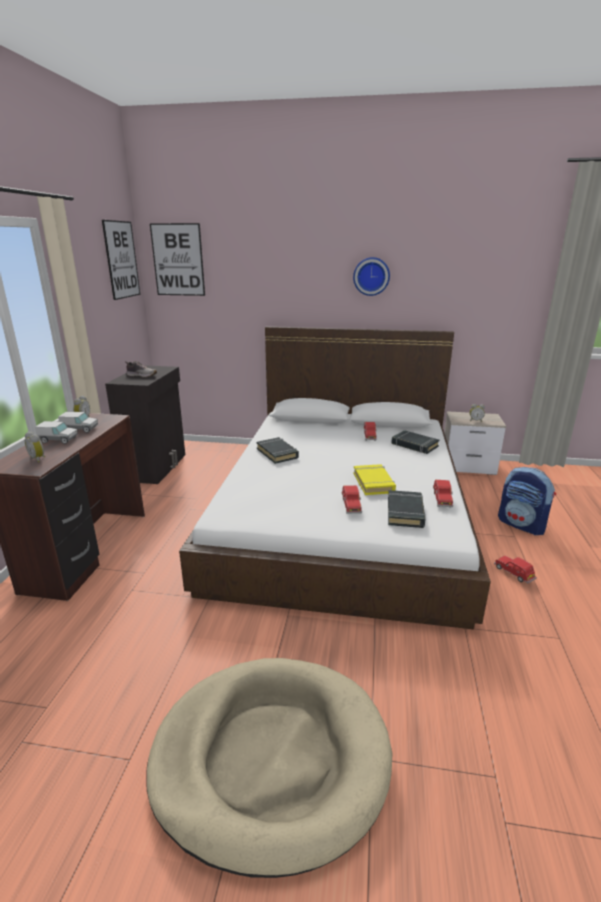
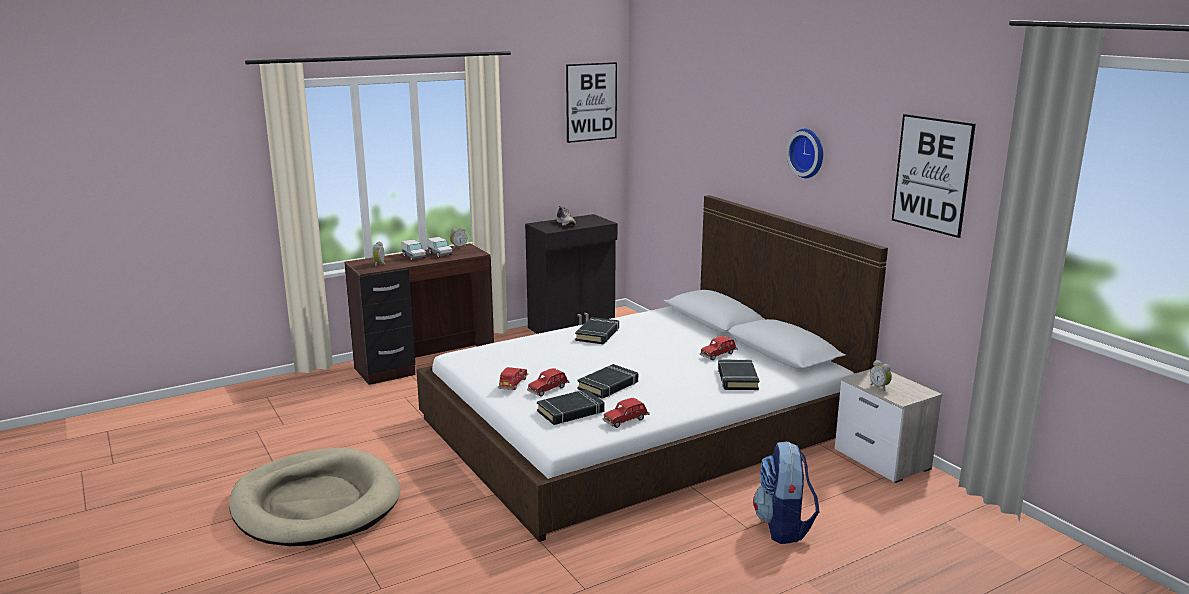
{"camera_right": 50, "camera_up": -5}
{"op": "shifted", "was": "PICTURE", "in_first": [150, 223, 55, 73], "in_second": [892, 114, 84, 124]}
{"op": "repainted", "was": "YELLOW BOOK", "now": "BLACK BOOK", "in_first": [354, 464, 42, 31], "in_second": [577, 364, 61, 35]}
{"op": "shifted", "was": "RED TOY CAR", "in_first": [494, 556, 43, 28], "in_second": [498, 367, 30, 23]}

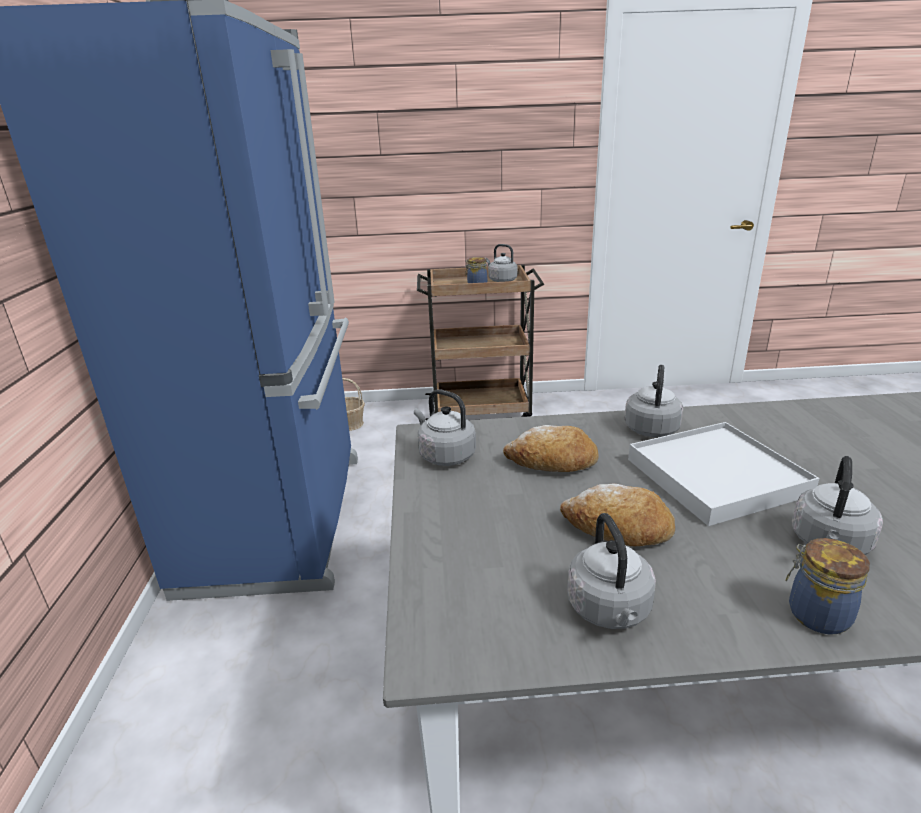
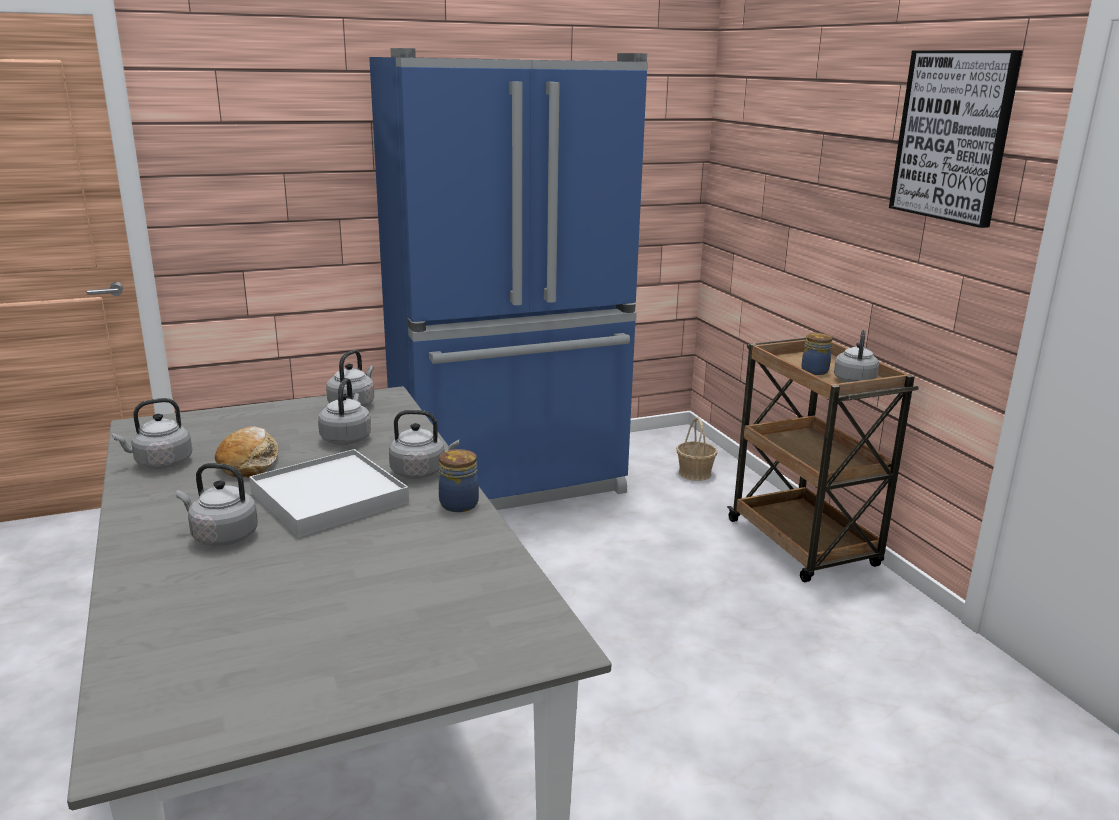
{"camera_right": 70, "camera_up": -5}
{"op": "swapped", "was": "BREAD", "now": "GREY KETTLE", "in_first": [503, 425, 96, 47], "in_second": [318, 378, 53, 67]}
{"op": "shifted", "was": "JAR", "in_first": [785, 538, 85, 97], "in_second": [439, 449, 40, 63]}
{"op": "new", "now": "PICTURE", "in_second": [889, 50, 134, 178]}

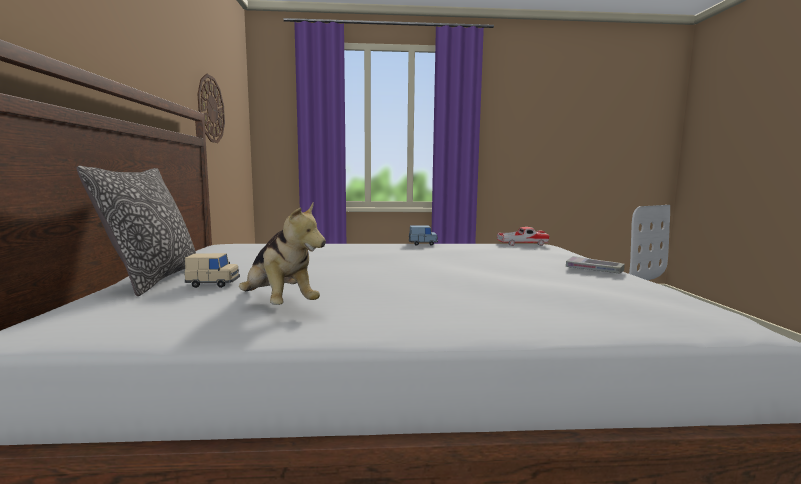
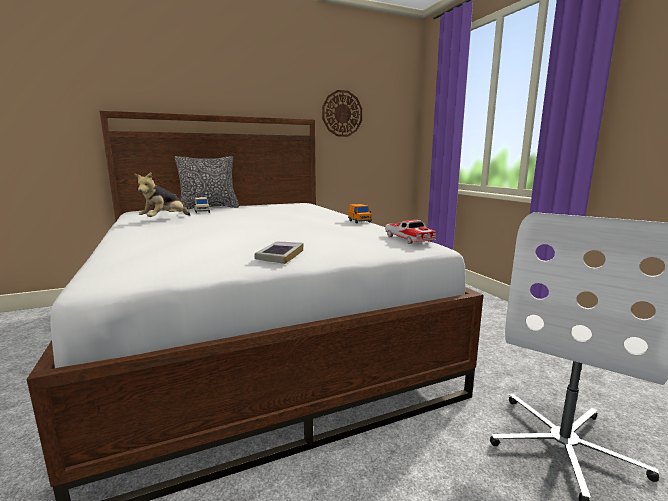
{"camera_right": 70, "camera_up": 5}
{"op": "repainted", "was": "BLUE TOY CAR", "now": "ORANGE TOY CAR", "in_first": [409, 226, 29, 20], "in_second": [348, 204, 24, 19]}

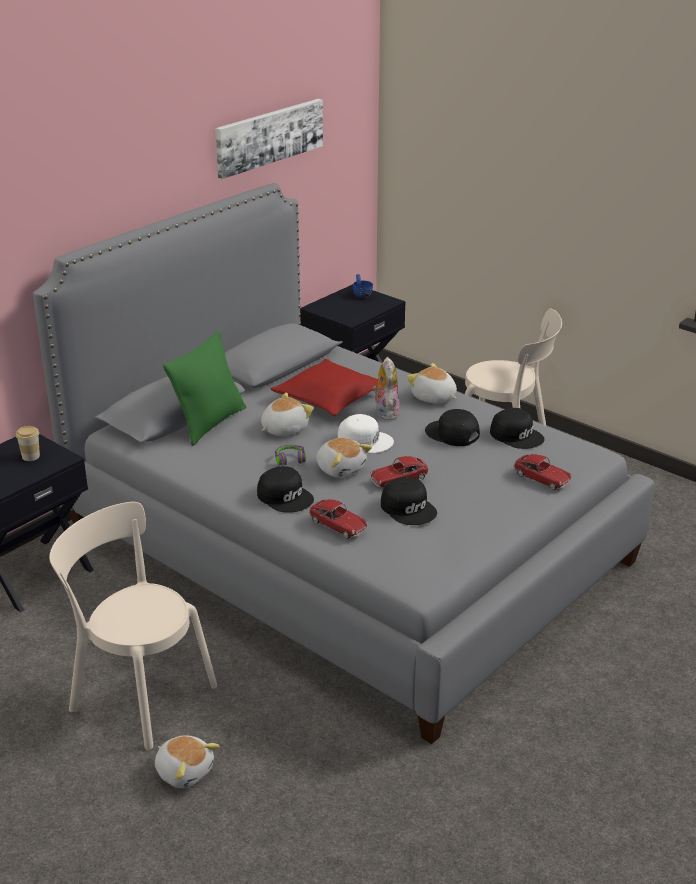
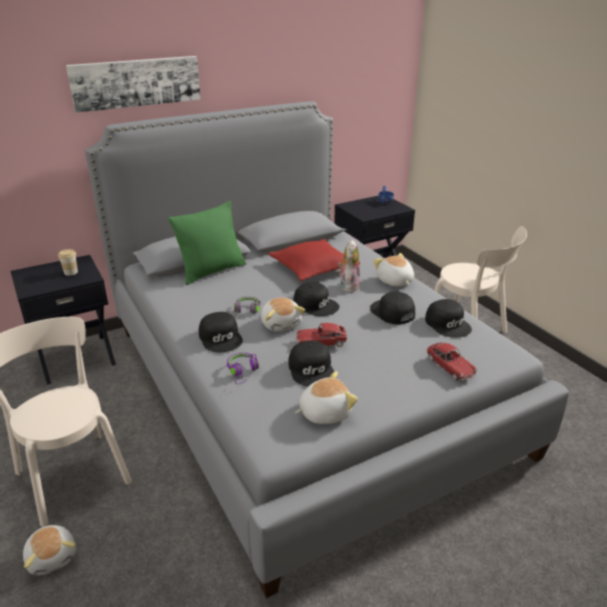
{"camera_right": 20, "camera_up": 0}
{"op": "shifted", "was": "PICTURE", "in_first": [215, 99, 108, 80], "in_second": [66, 56, 135, 57]}
{"op": "shifted", "was": "PLUSH TOY", "in_first": [261, 393, 53, 43], "in_second": [295, 371, 63, 53]}
{"op": "swapped", "was": "TOY CAR", "now": "PURPLE HEADPHONES", "in_first": [309, 499, 59, 40], "in_second": [227, 353, 32, 31]}
{"op": "repainted", "was": "WHITE CAP", "now": "BLACK CAP", "in_first": [338, 414, 56, 39], "in_second": [293, 282, 47, 34]}

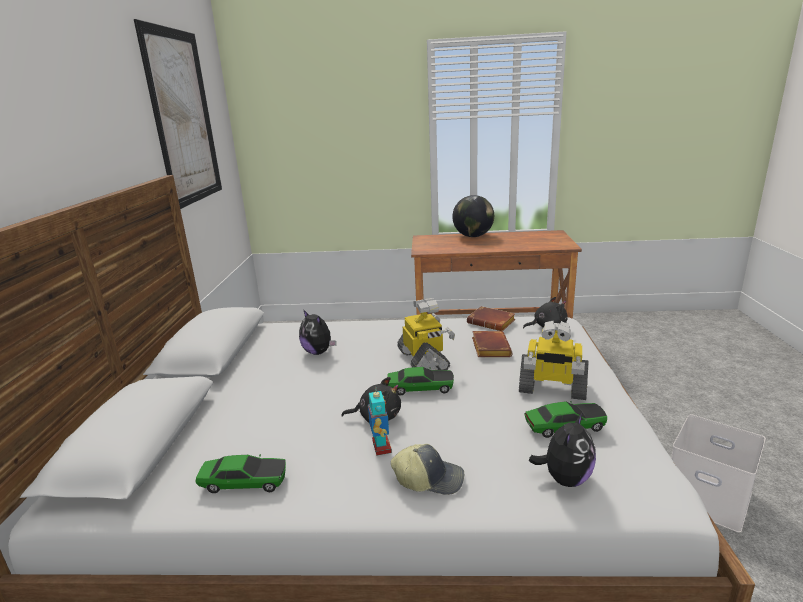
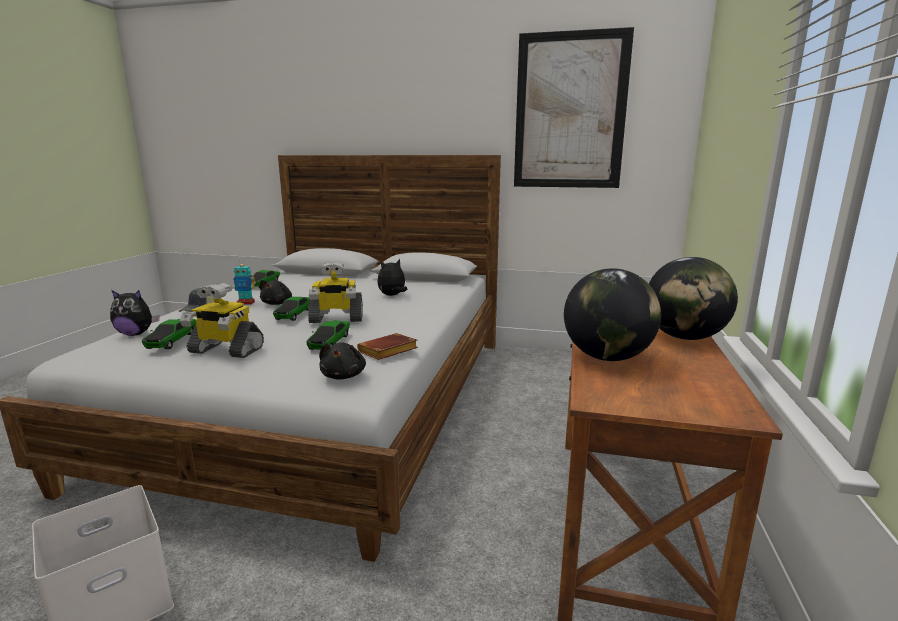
{"camera_right": 100, "camera_up": -5}
{"op": "swapped", "was": "BROWN BOOK", "now": "TOY CAR", "in_first": [472, 331, 40, 26], "in_second": [306, 321, 44, 29]}
{"op": "rotated", "was": "TOY ROBOT", "in_first": [519, 321, 69, 79], "in_second": [180, 283, 84, 75], "clockwise": -105}
{"op": "rotated", "was": "PLUSH TOY", "in_first": [529, 412, 67, 75], "in_second": [110, 290, 49, 46], "clockwise": -45}
{"op": "new", "now": "GLOBE", "in_second": [564, 268, 97, 93]}

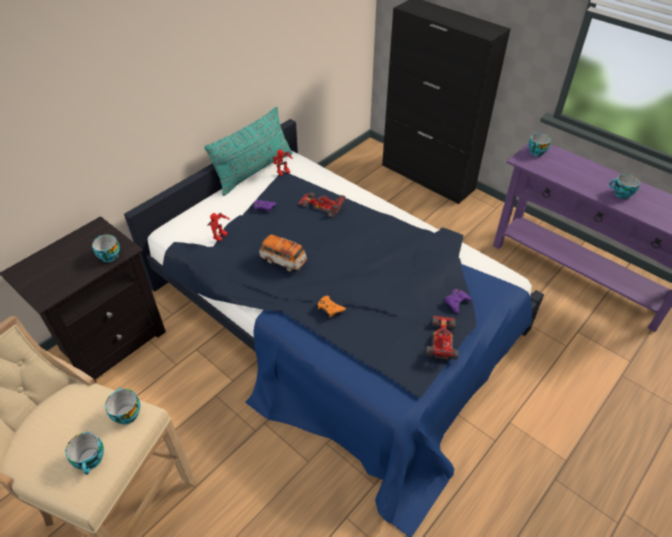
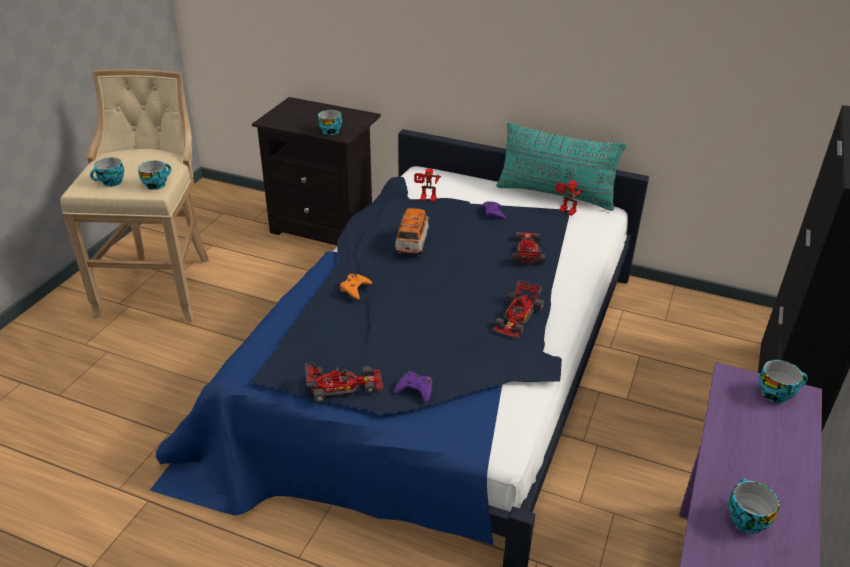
{"camera_right": 70, "camera_up": -10}
{"op": "new", "now": "TOY CAR", "in_second": [492, 280, 52, 59]}

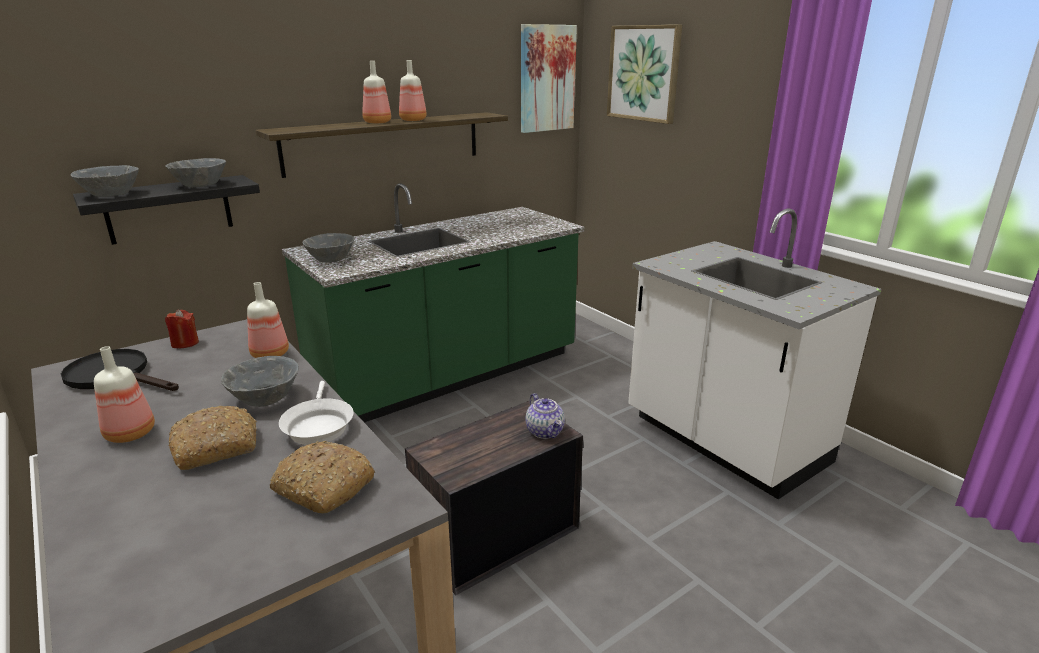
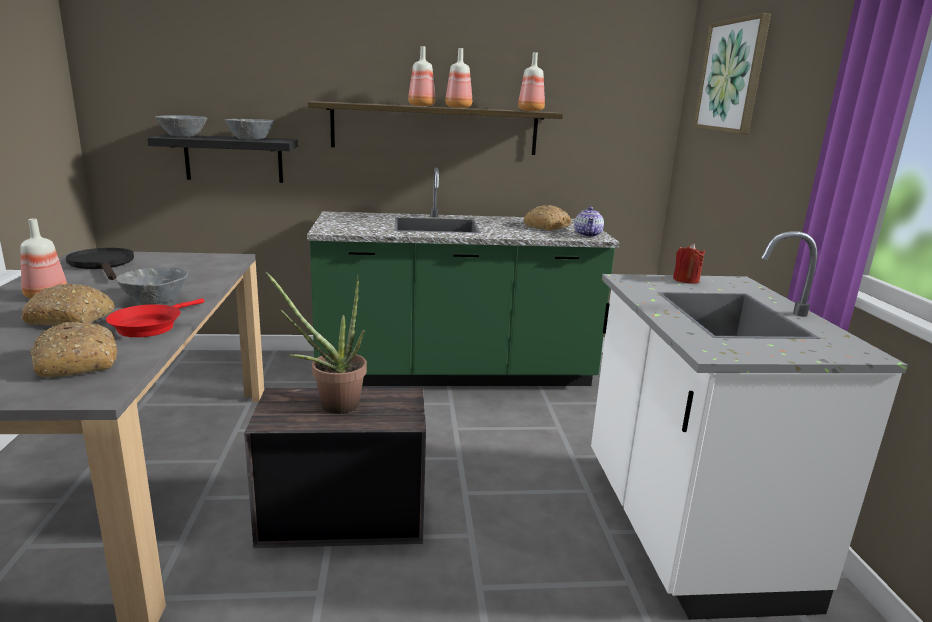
{"camera_right": 30, "camera_up": -5}
{"op": "shifted", "was": "RED CANDLE", "in_first": [165, 309, 34, 39], "in_second": [673, 244, 33, 40]}
{"op": "shifted", "was": "BOTTLE", "in_first": [247, 282, 42, 76], "in_second": [518, 52, 27, 59]}
{"op": "repainted", "was": "WHITE FRYING PAN", "now": "RED FRYING PAN", "in_first": [279, 381, 75, 64], "in_second": [106, 299, 98, 38]}
{"op": "gone", "was": "GREY BOWL", "in_first": [302, 233, 53, 30]}
{"op": "gone", "was": "PICTURE", "in_first": [521, 24, 56, 109]}
{"op": "shifted", "was": "TEAPOT", "in_first": [526, 393, 39, 46], "in_second": [574, 207, 30, 30]}
{"op": "new", "now": "POTTED PLANT", "in_second": [266, 272, 101, 142]}
{"op": "new", "now": "BREAD", "in_second": [524, 205, 47, 26]}

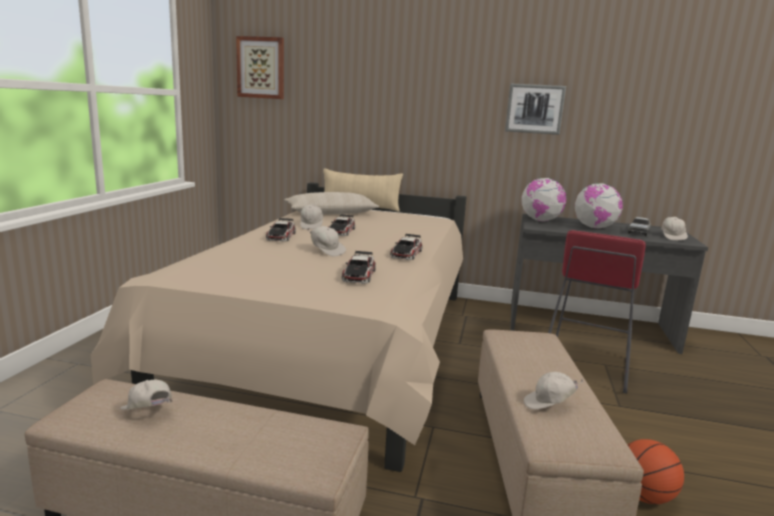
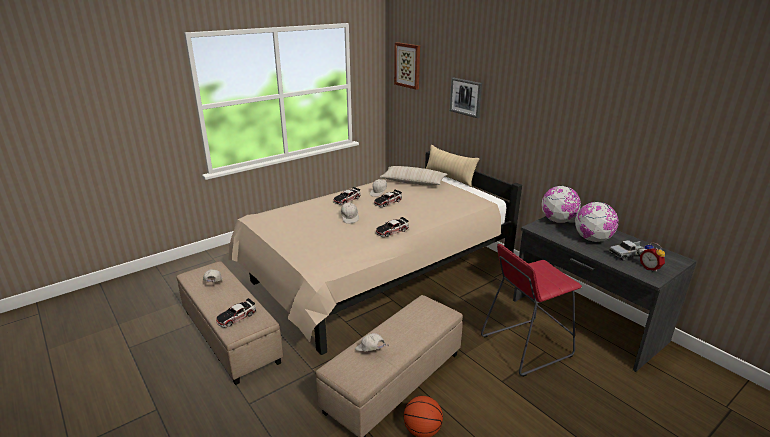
{"camera_right": 40, "camera_up": 10}
{"op": "shifted", "was": "TOY CAR", "in_first": [342, 251, 34, 33], "in_second": [216, 298, 40, 30]}
{"op": "shifted", "was": "PICTURE", "in_first": [505, 84, 61, 51], "in_second": [450, 78, 32, 40]}
{"op": "swapped", "was": "WHITE CAP", "now": "ALARM CLOCK", "in_first": [661, 217, 27, 23], "in_second": [640, 242, 25, 30]}

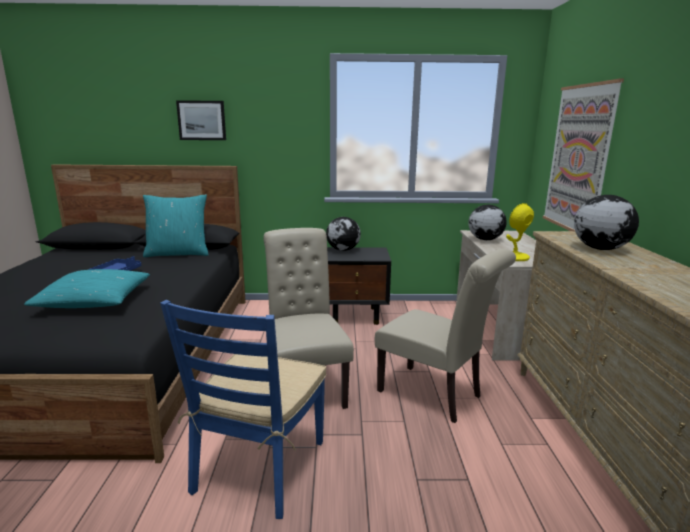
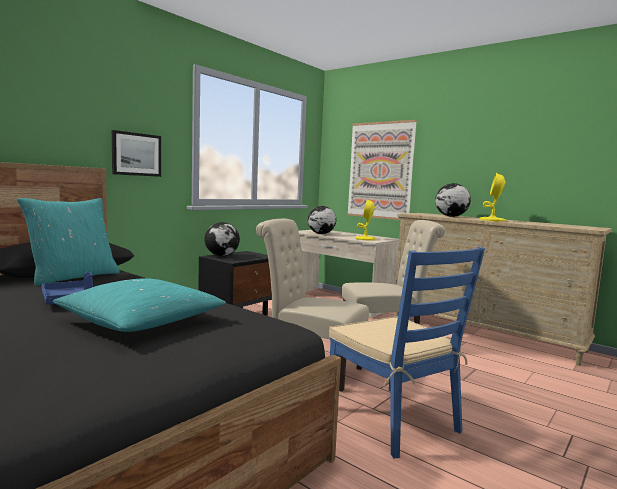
{"camera_right": -50, "camera_up": -10}
{"op": "shifted", "was": "PICTURE", "in_first": [176, 100, 50, 40], "in_second": [112, 130, 49, 47]}
{"op": "new", "now": "YELLOW TABLE LAMP", "in_second": [479, 173, 27, 49]}

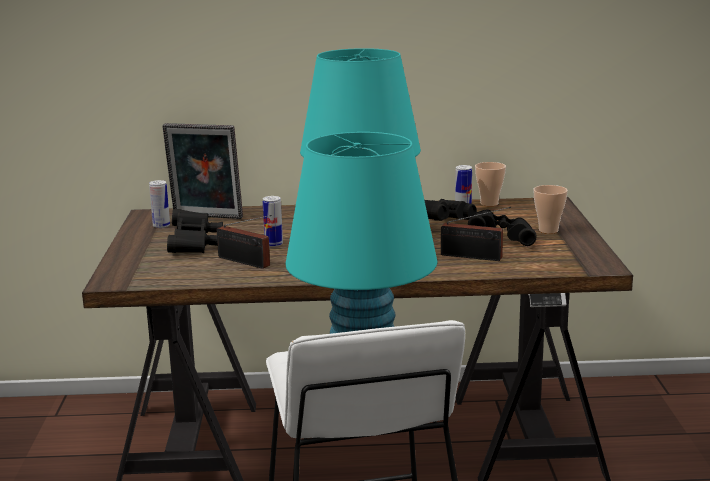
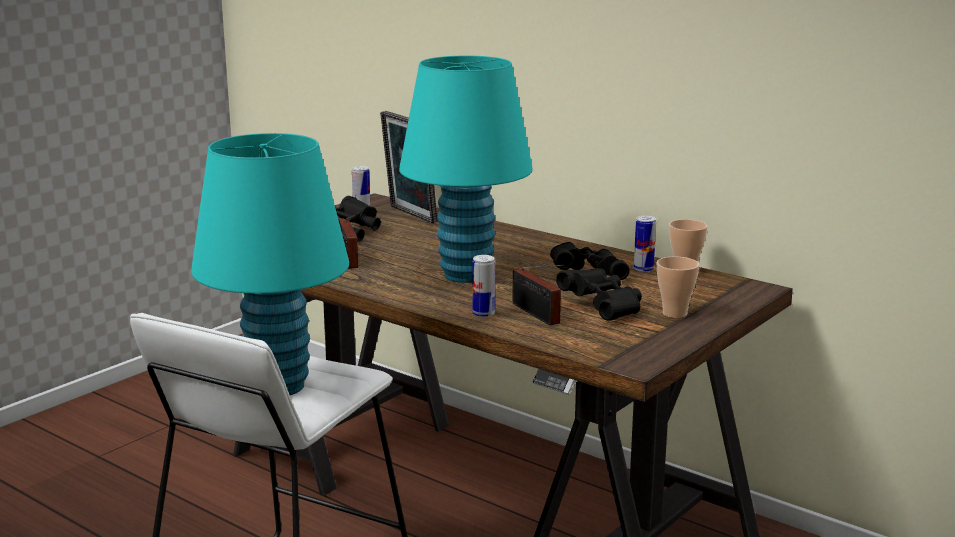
{"camera_right": 40, "camera_up": 0}
{"op": "shifted", "was": "CAN", "in_first": [263, 196, 20, 51], "in_second": [472, 255, 23, 62]}

